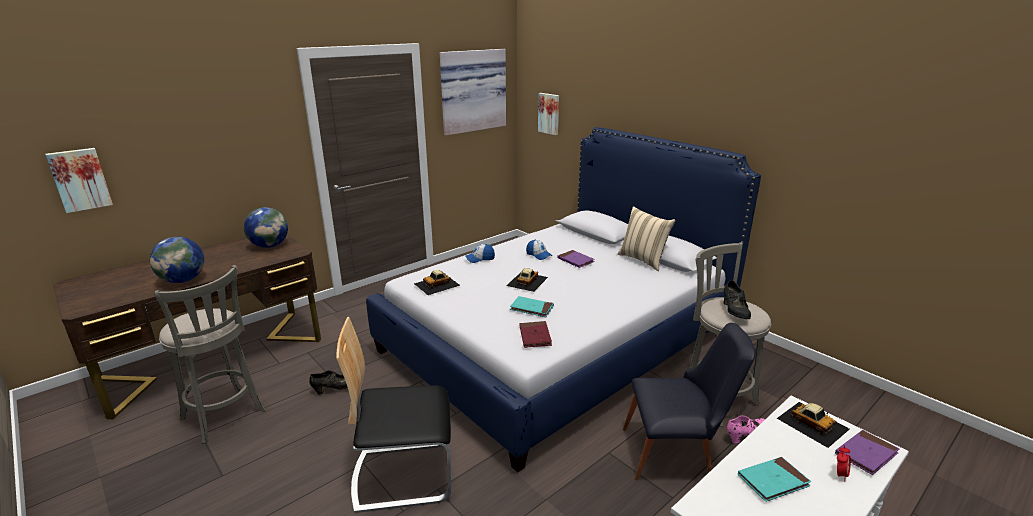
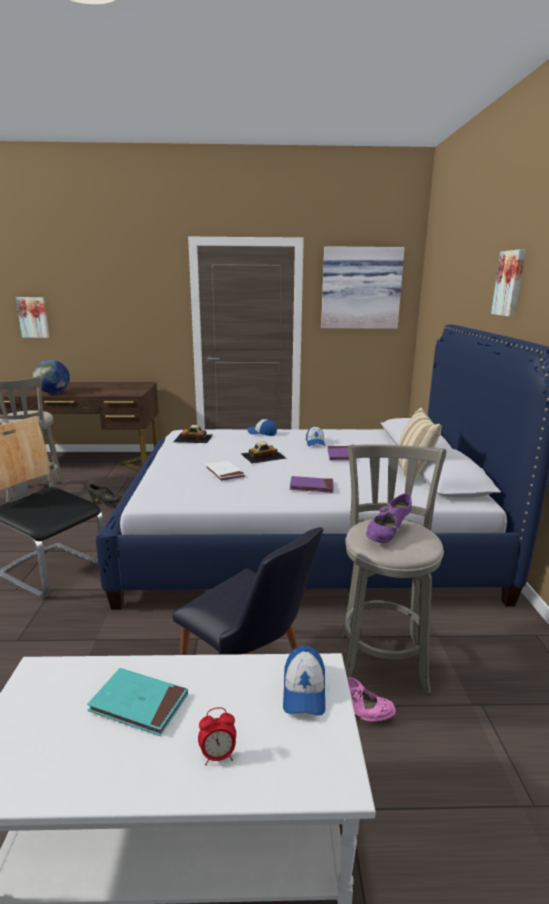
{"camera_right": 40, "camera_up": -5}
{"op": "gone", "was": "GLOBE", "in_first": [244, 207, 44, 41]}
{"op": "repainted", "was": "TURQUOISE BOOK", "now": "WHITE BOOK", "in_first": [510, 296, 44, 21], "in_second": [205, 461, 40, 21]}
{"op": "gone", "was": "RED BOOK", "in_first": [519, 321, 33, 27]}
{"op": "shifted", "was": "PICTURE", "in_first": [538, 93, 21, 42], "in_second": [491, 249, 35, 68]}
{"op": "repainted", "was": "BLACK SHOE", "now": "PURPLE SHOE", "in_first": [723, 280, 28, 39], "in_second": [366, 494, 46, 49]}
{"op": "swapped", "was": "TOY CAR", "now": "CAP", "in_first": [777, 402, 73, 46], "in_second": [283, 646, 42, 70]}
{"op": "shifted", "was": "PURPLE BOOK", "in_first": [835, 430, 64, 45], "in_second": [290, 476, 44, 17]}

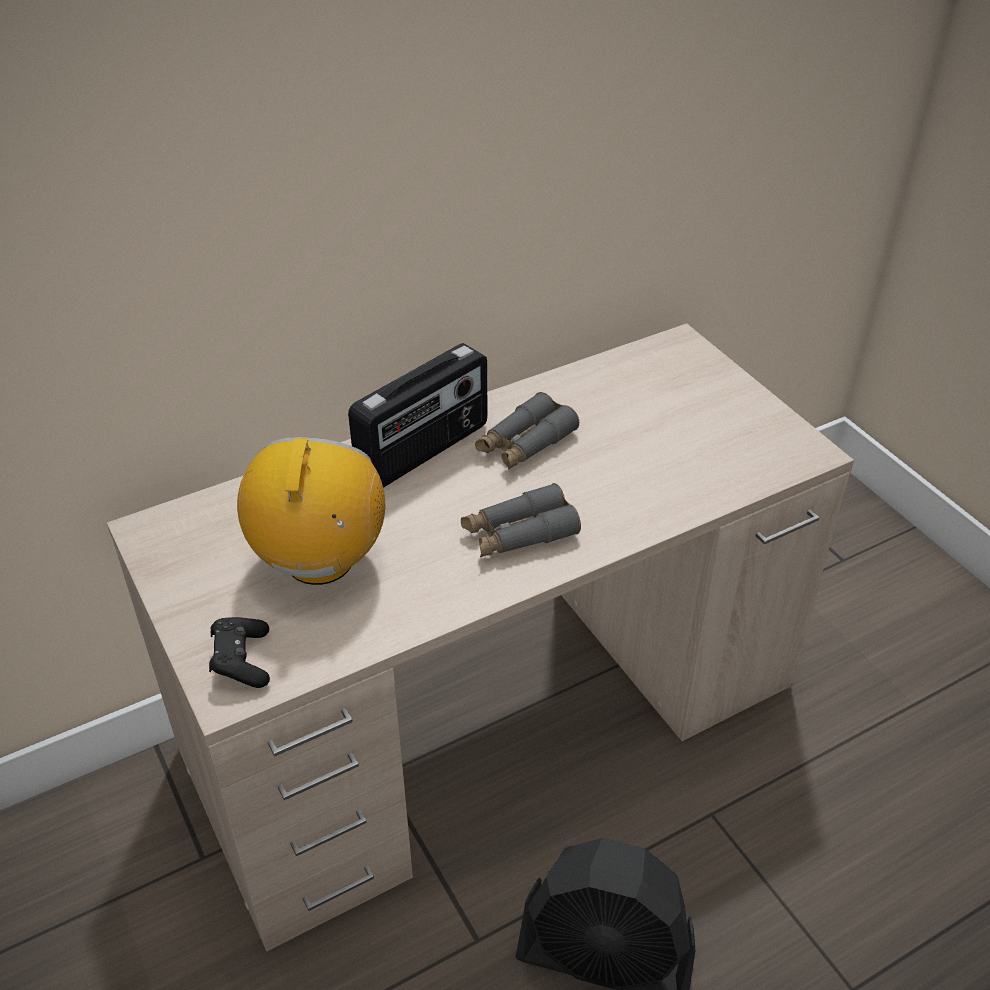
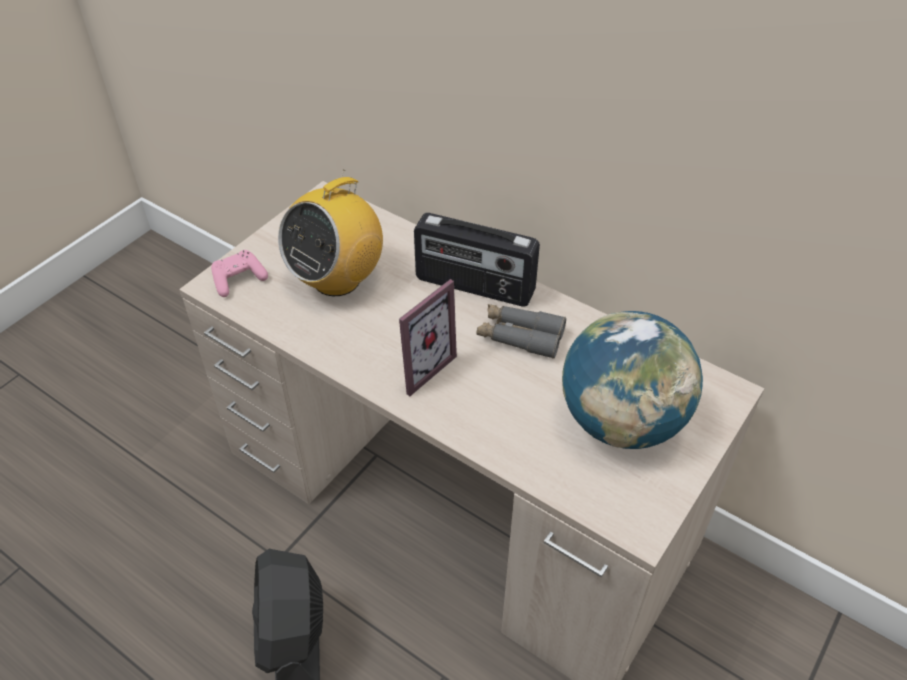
{"camera_right": 65, "camera_up": 5}
{"op": "repainted", "was": "BLACK GAME CONTROLLER", "now": "PINK GAME CONTROLLER", "in_first": [209, 617, 61, 71], "in_second": [211, 250, 57, 47]}
{"op": "rotated", "was": "RADIO", "in_first": [237, 437, 148, 148], "in_second": [278, 169, 105, 127], "clockwise": 150}
{"op": "swapped", "was": "GREY BINOCULARS", "now": "PICTURE FRAME", "in_first": [461, 483, 120, 74], "in_second": [399, 279, 58, 117]}
{"op": "new", "now": "GLOBE", "in_second": [562, 311, 141, 138]}

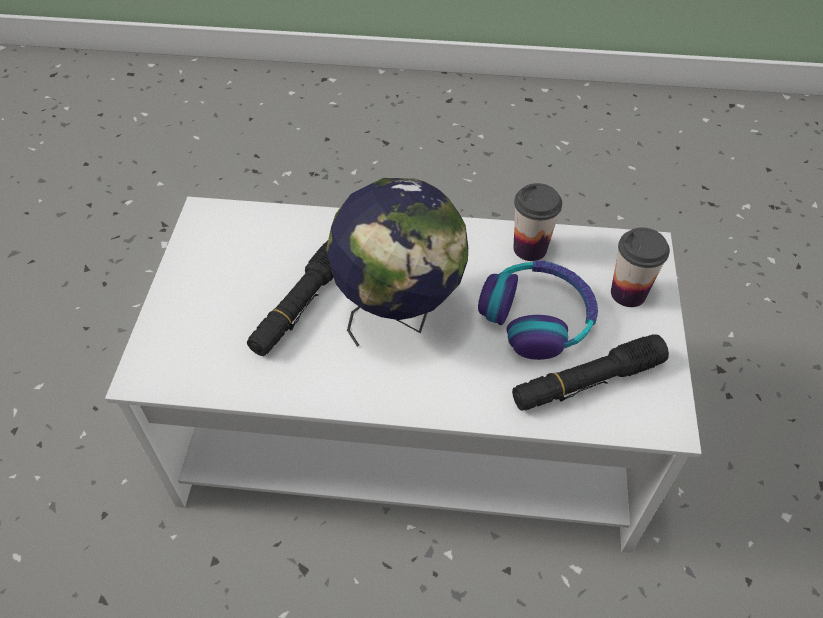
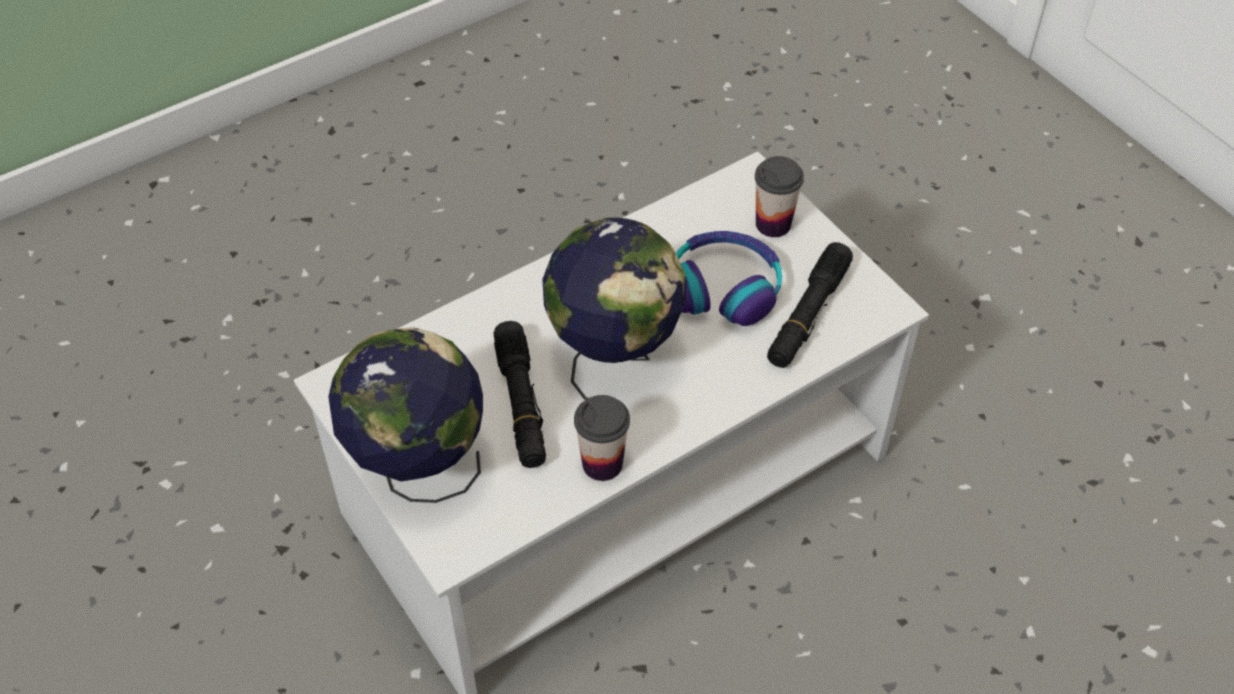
{"camera_right": -40, "camera_up": 0}
{"op": "shifted", "was": "CUP", "in_first": [513, 183, 49, 78], "in_second": [574, 395, 56, 86]}
{"op": "new", "now": "GLOBE", "in_second": [328, 327, 155, 176]}

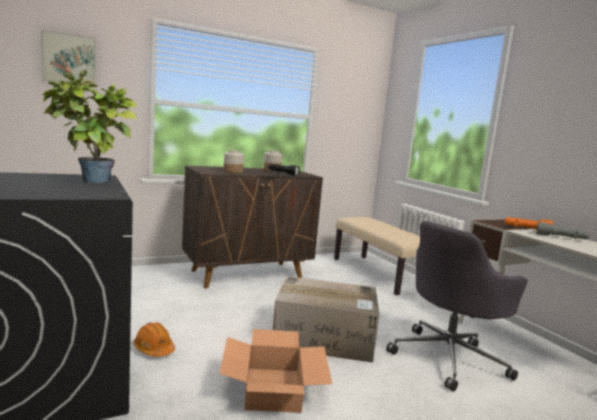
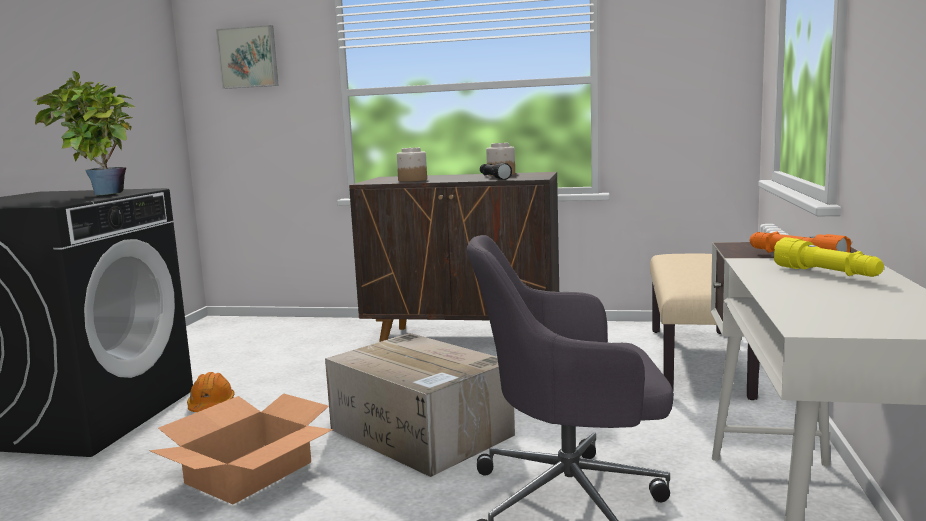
{"camera_right": 40, "camera_up": 0}
{"op": "repainted", "was": "GREY FLASHLIGHT", "now": "YELLOW FLASHLIGHT", "in_first": [536, 222, 53, 17], "in_second": [774, 237, 110, 40]}

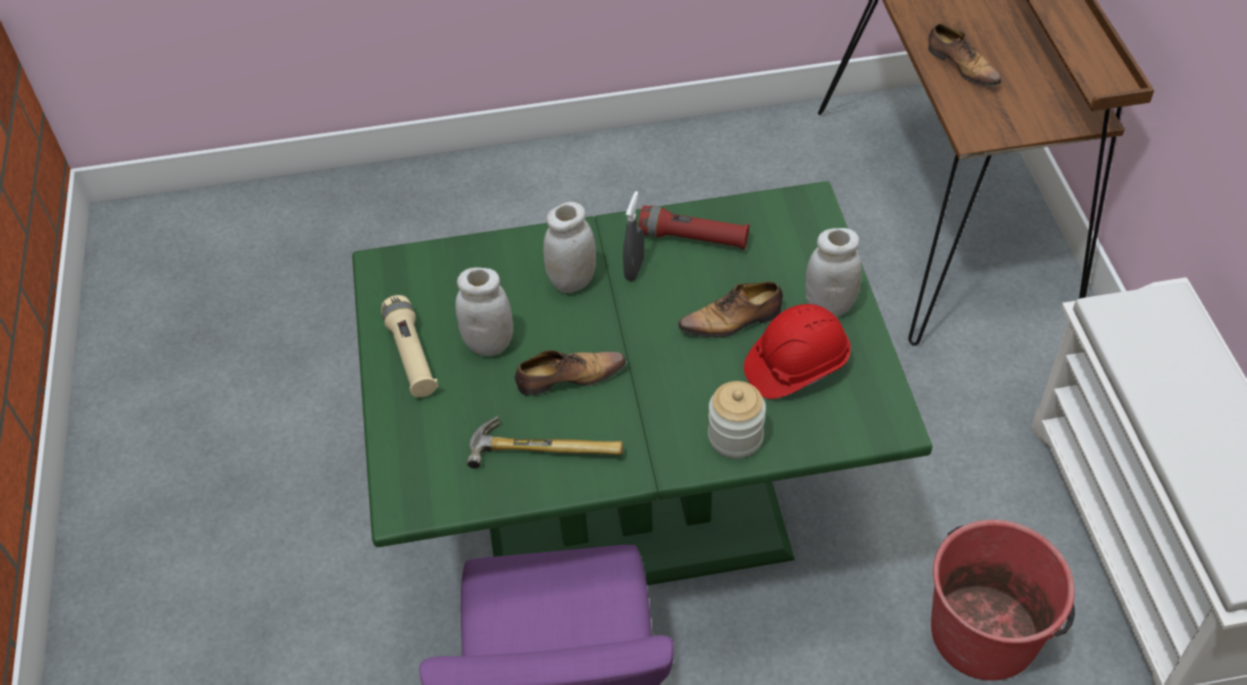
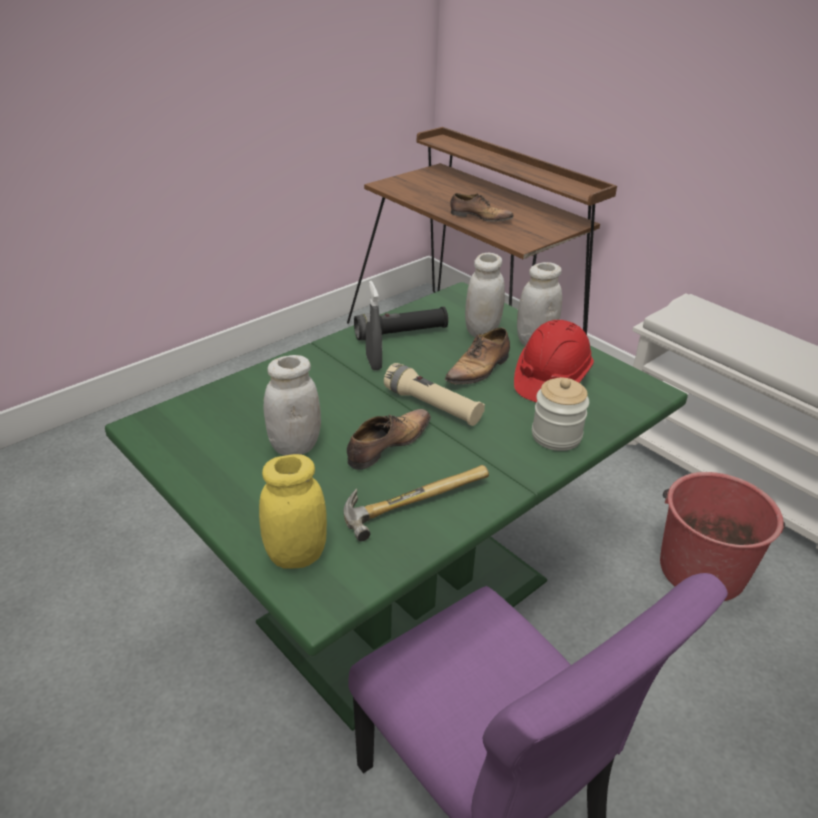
{"camera_right": -35, "camera_up": -15}
{"op": "shifted", "was": "BEIGE FLASHLIGHT", "in_first": [381, 295, 58, 103], "in_second": [384, 363, 101, 63]}
{"op": "shifted", "was": "WHITE JAR", "in_first": [543, 202, 53, 91], "in_second": [465, 253, 40, 84]}
{"op": "repainted", "was": "RED FLASHLIGHT", "now": "BLACK FLASHLIGHT", "in_first": [638, 206, 111, 43], "in_second": [354, 307, 94, 33]}
{"op": "new", "now": "YELLOW JAR", "in_second": [259, 454, 68, 115]}

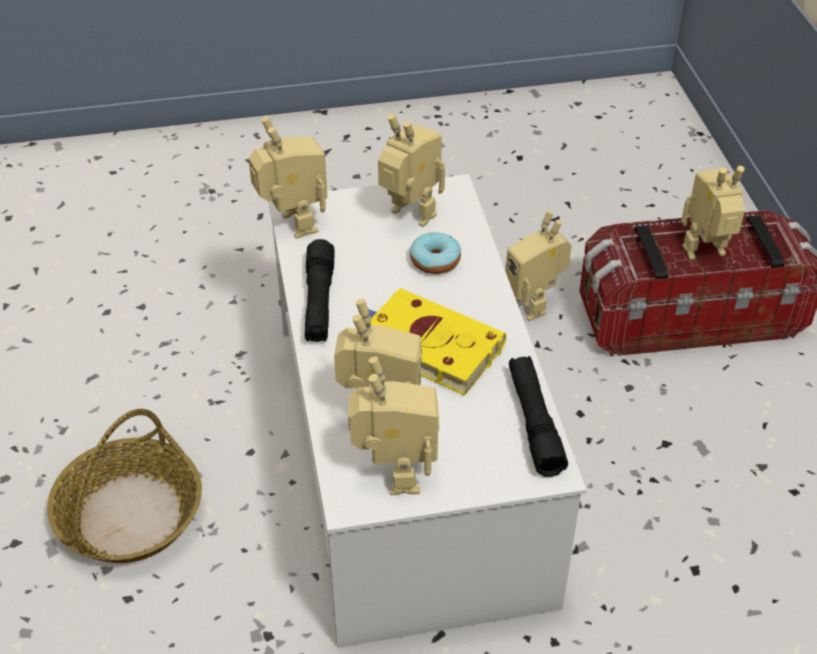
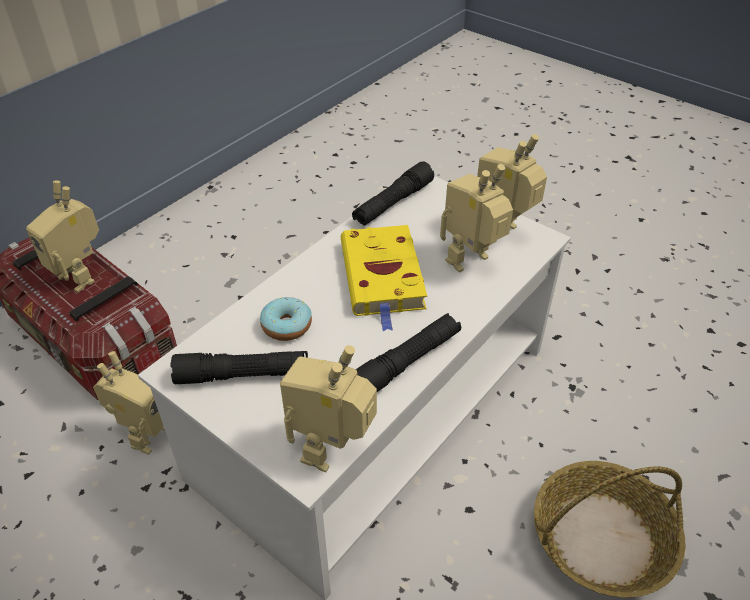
{"camera_right": -130, "camera_up": 0}
{"op": "swapped", "was": "TOY ROBOT", "now": "BLACK FLASHLIGHT", "in_first": [378, 114, 67, 113], "in_second": [171, 351, 137, 33]}

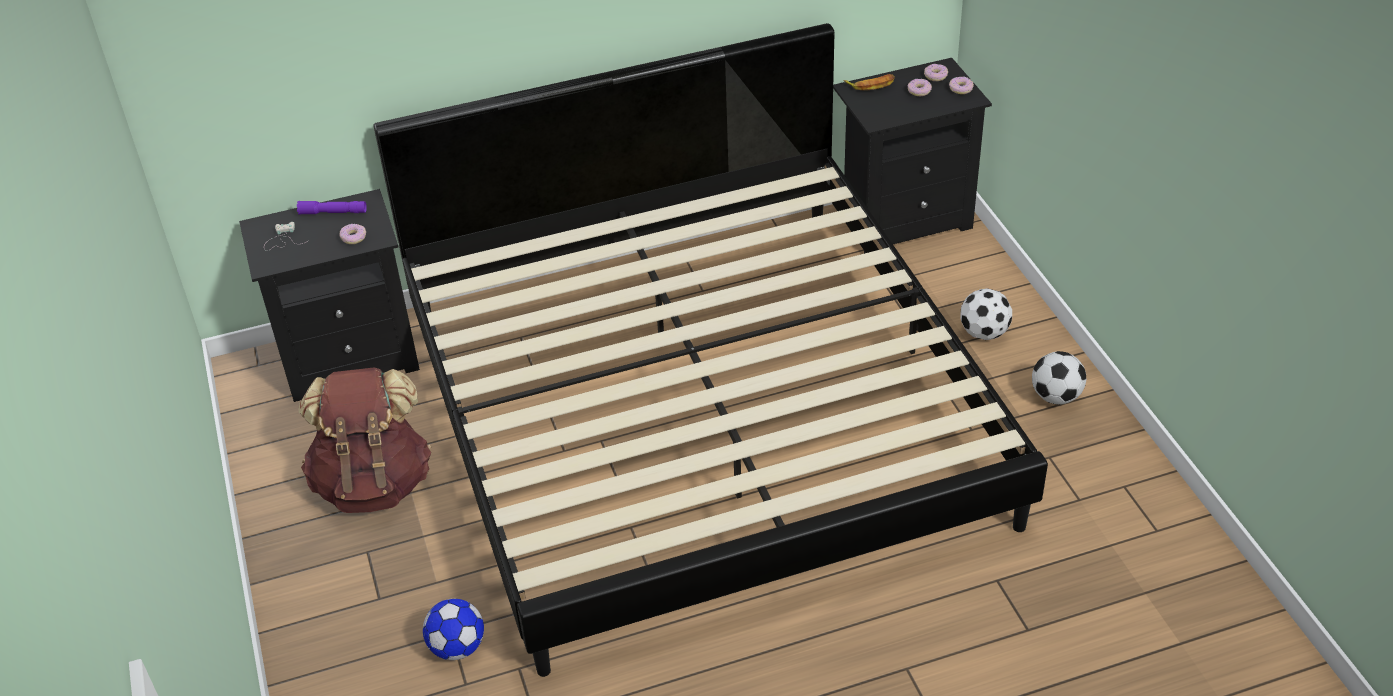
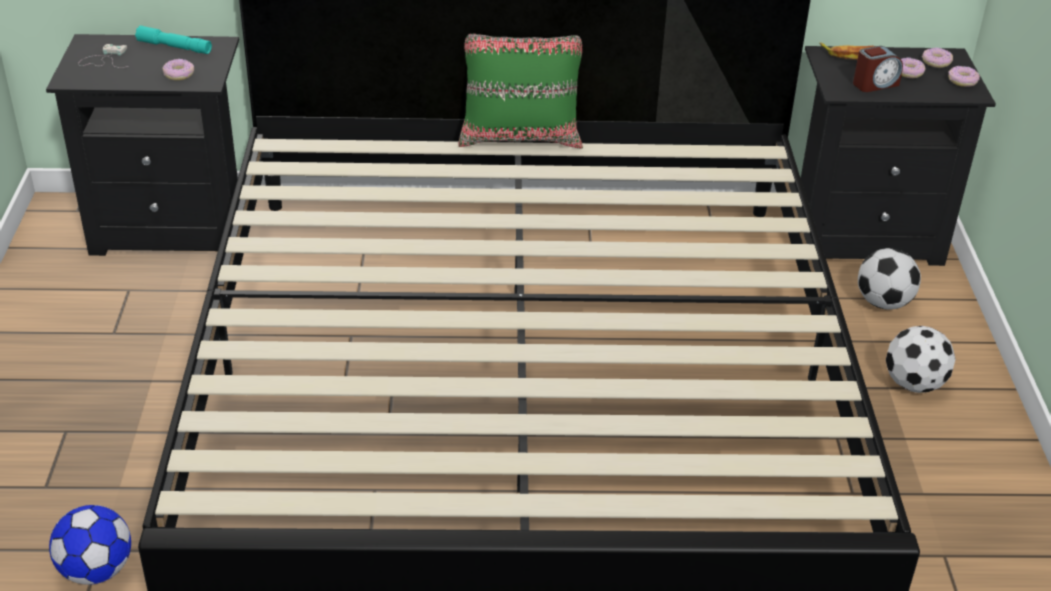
{"camera_right": 15, "camera_up": -5}
{"op": "repainted", "was": "PURPLE FLASHLIGHT", "now": "TURQUOISE FLASHLIGHT", "in_first": [297, 201, 70, 13], "in_second": [135, 25, 77, 29]}
{"op": "gone", "was": "BROWN BACKPACK", "in_first": [298, 367, 133, 146]}
{"op": "shifted", "was": "FOOTBALL", "in_first": [1032, 351, 54, 54], "in_second": [858, 248, 63, 62]}
{"op": "new", "now": "GREEN PILLOW", "in_second": [458, 34, 125, 115]}
{"op": "new", "now": "ALARM CLOCK", "in_second": [853, 46, 50, 46]}

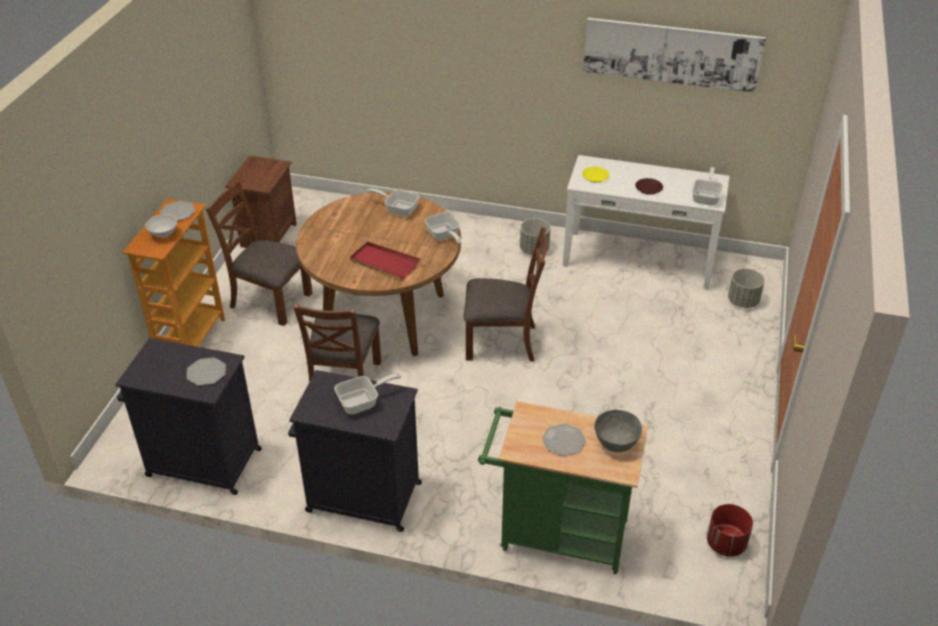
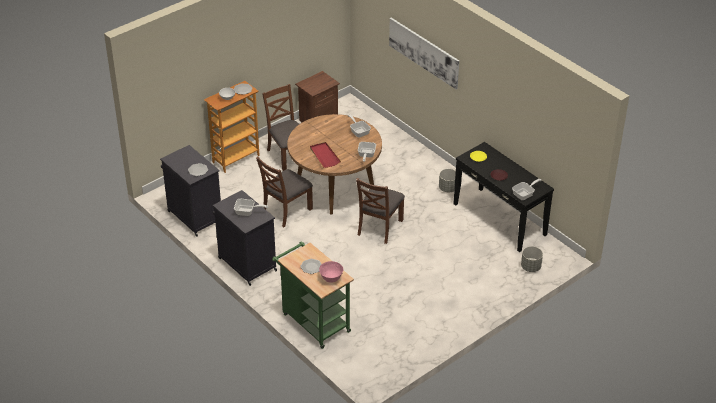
{"camera_right": 35, "camera_up": 0}
{"op": "rotated", "was": "BROWN CHAIR", "in_first": [463, 227, 84, 134], "in_second": [356, 178, 49, 66], "clockwise": 75}
{"op": "repainted", "was": "WHITE CONSOLE TABLE", "now": "BLACK CONSOLE TABLE", "in_first": [563, 155, 167, 134], "in_second": [453, 142, 101, 110]}
{"op": "shifted", "was": "PICTURE", "in_first": [583, 18, 183, 75], "in_second": [389, 18, 70, 71]}
{"op": "repainted", "was": "GREY BOWL", "now": "PINK BOWL", "in_first": [594, 410, 48, 42], "in_second": [319, 261, 24, 22]}
{"op": "gone", "was": "RED PLANTER", "in_first": [707, 504, 46, 53]}

